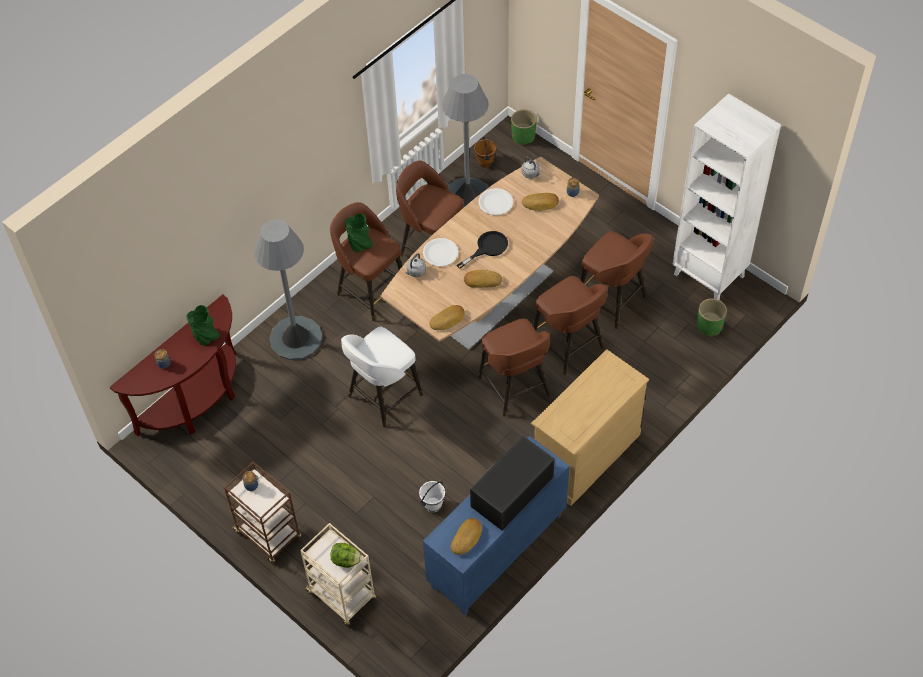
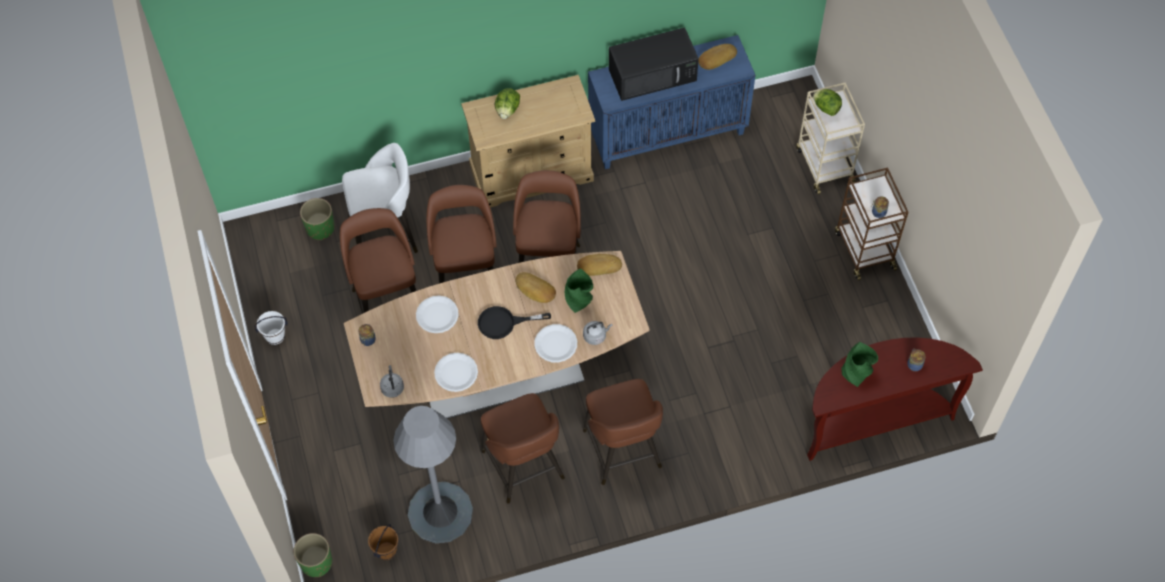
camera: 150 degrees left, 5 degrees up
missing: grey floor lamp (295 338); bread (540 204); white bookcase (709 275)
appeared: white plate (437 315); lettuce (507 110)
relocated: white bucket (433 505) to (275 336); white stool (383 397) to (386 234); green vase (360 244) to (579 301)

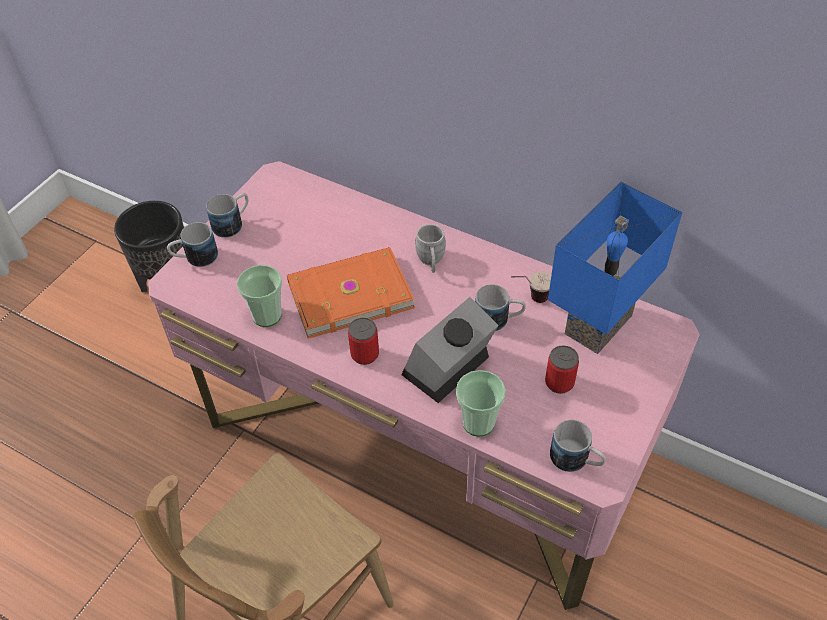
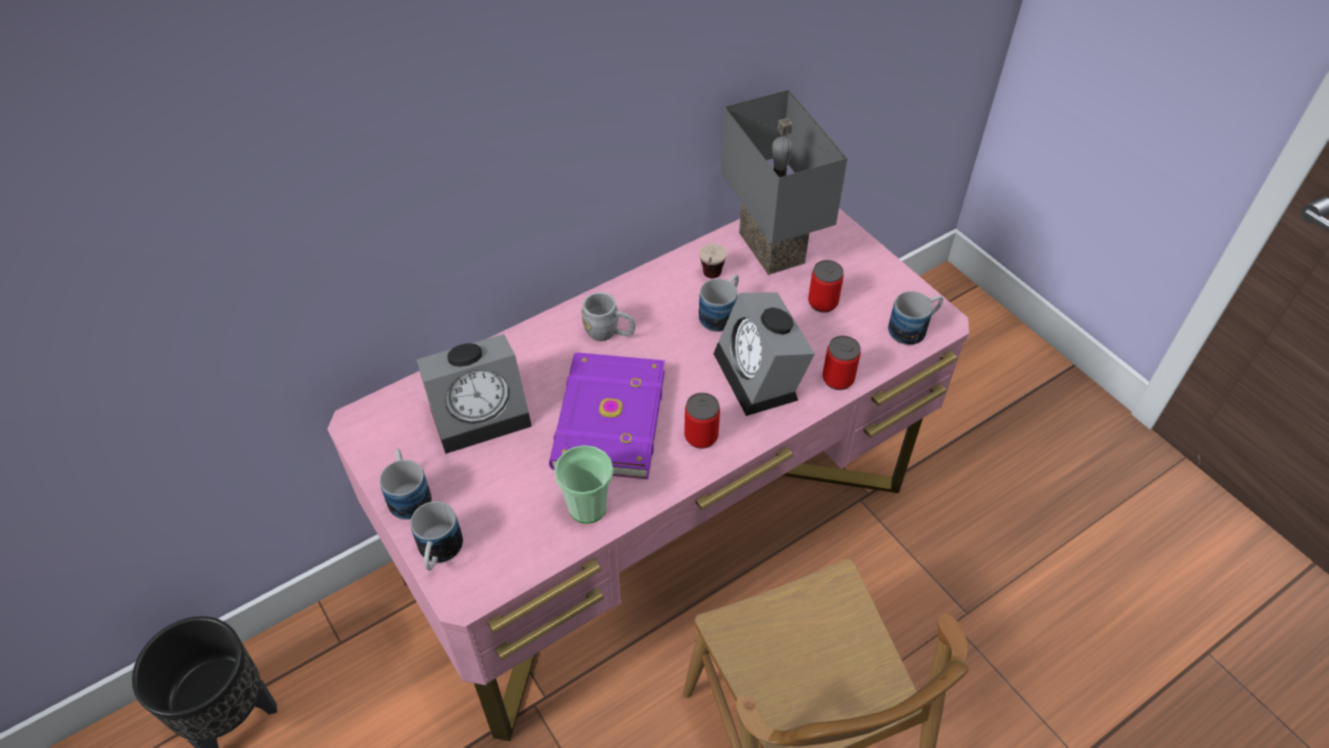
camera: 65 degrees left, 0 degrees up
appeared: alarm clock (482 413)
exchanged: cup (478 423) to can (838 379)
colour: orange book (349 294) to purple book (606 419); blue table lamp (596 322) to grey table lamp (767 248)

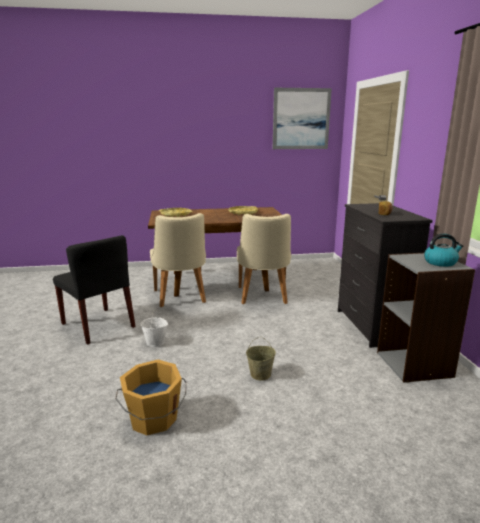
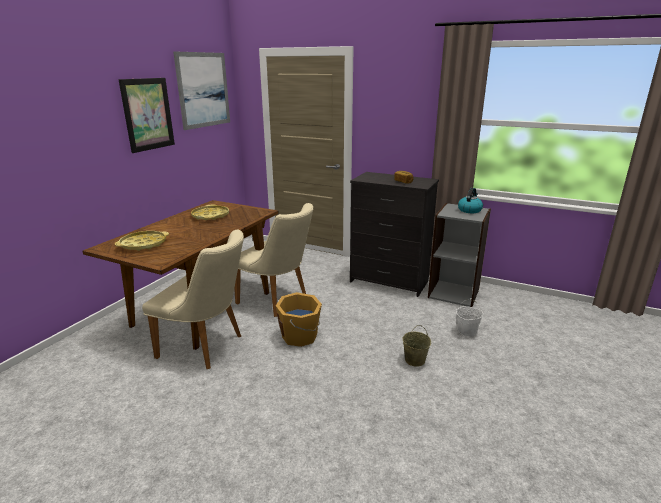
camera: 55 degrees left, 5 degrees up
missing: black chair (98 325)
appeared: picture (148 114)
relocated: orange bucket (153 419) to (300 336); white bucket (155 342) to (467 331)

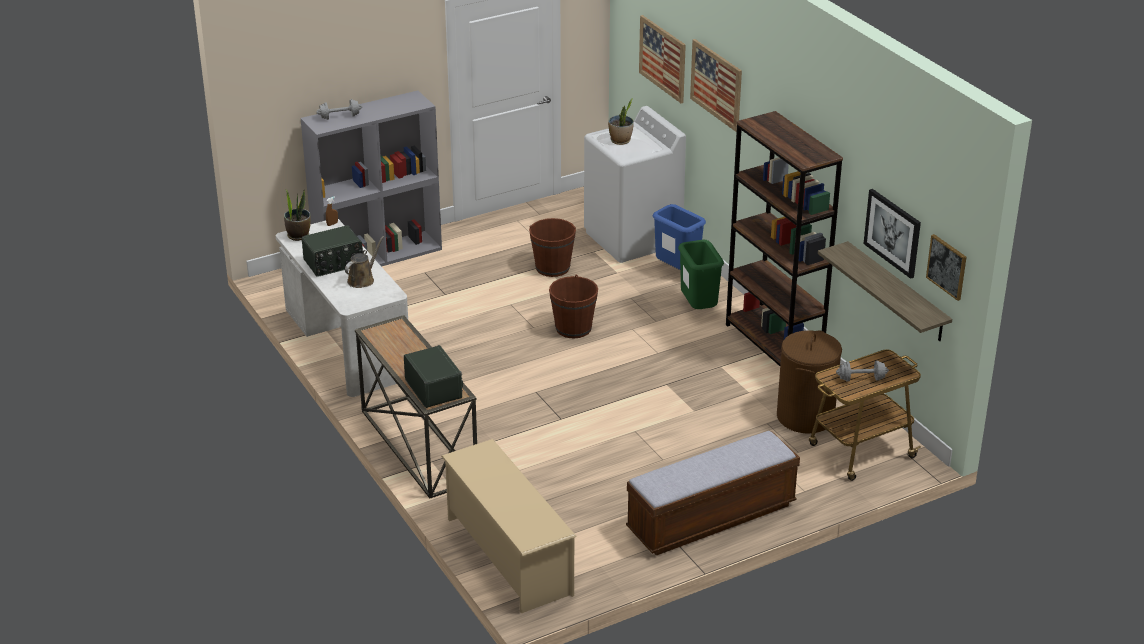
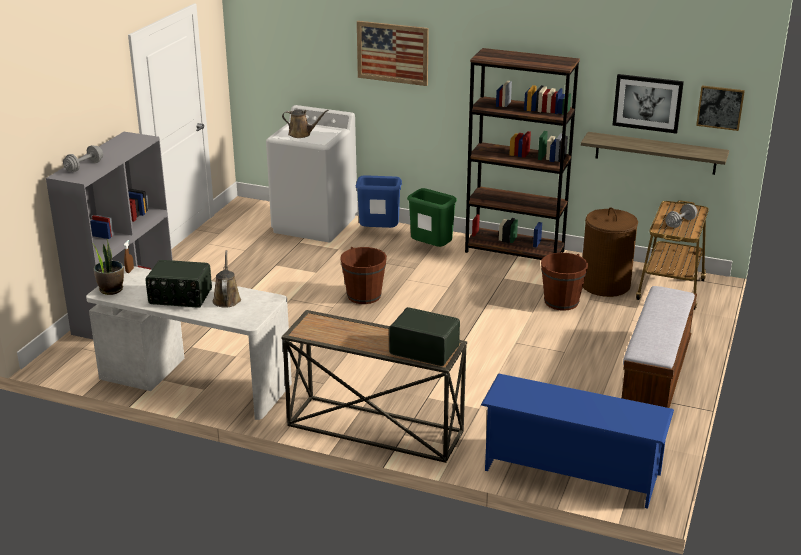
camera: 40 degrees left, 5 degrees down
missing: picture (662 58)
relocated: brown bucket (552 268) to (561 302)
exchanged: potted plant (620 140) to brown watering can (301 134)
colour: beige shoe rack (508 555) to blue shoe rack (570 472)
spun: radio (334 263) = (180 297) 75 degrees clockwise

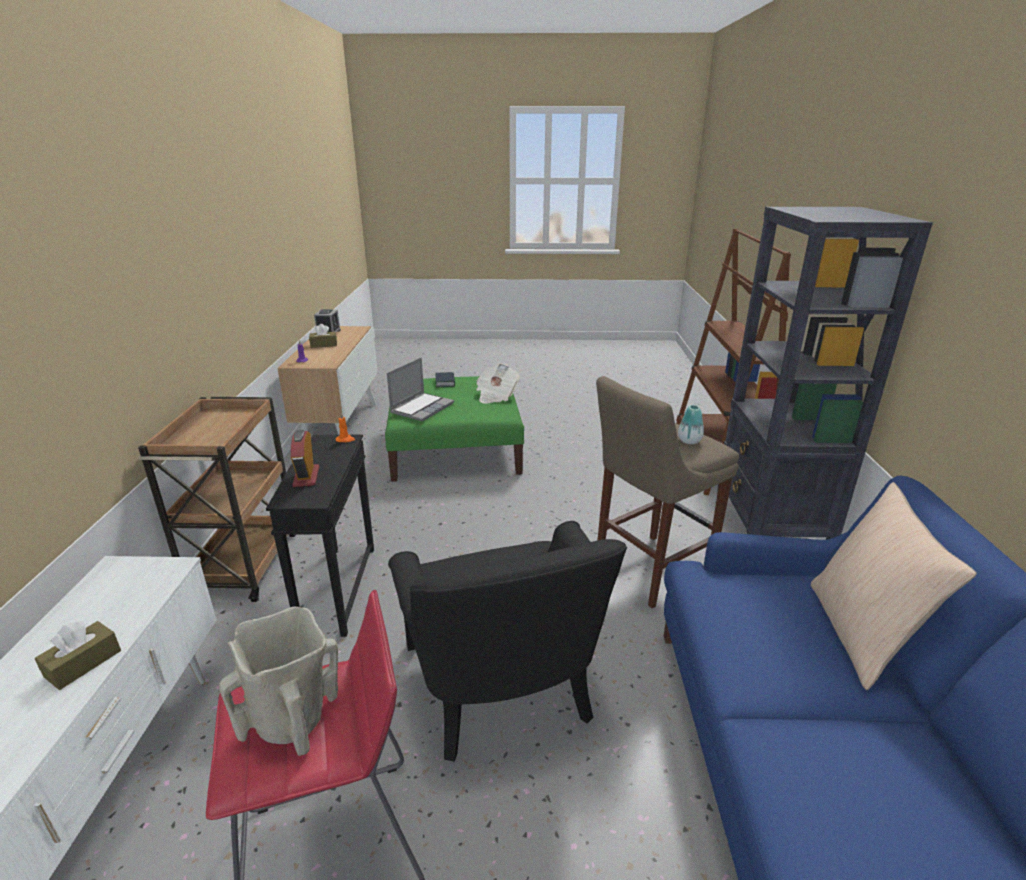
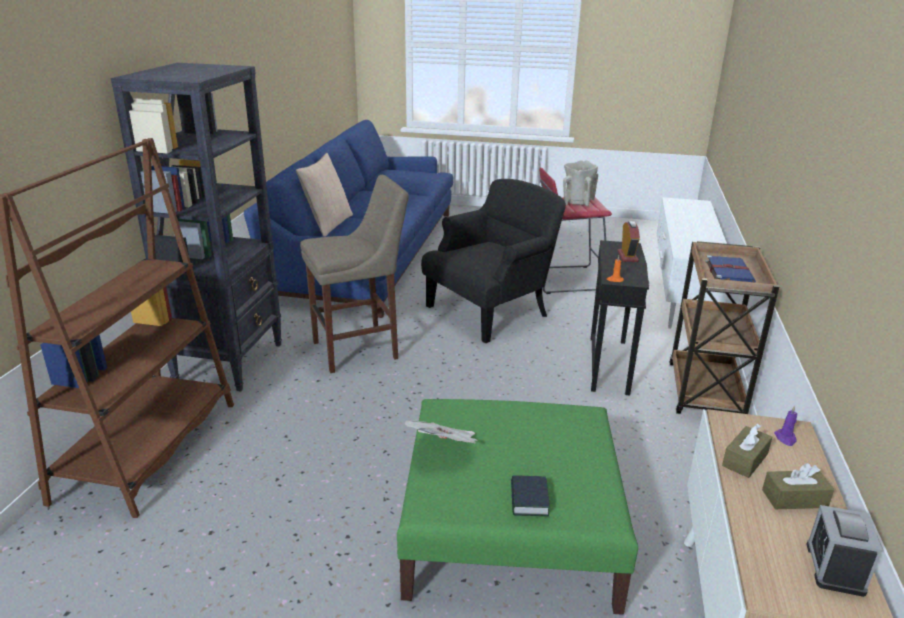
camera: 170 degrees left, 0 degrees up
missing: laptop (422 408); vase (689 441)
appeared: blue book (728 272)
relocated: brown tissue box (83 663) to (745 460)
spun: black armchair (501 683) = (491 311) 60 degrees clockwise

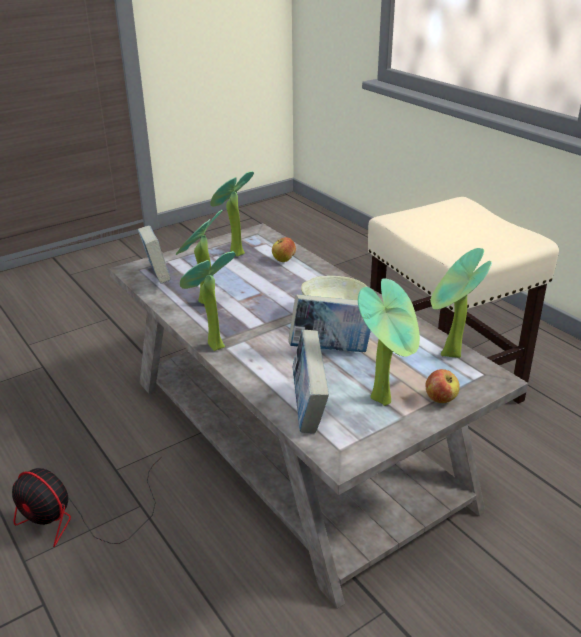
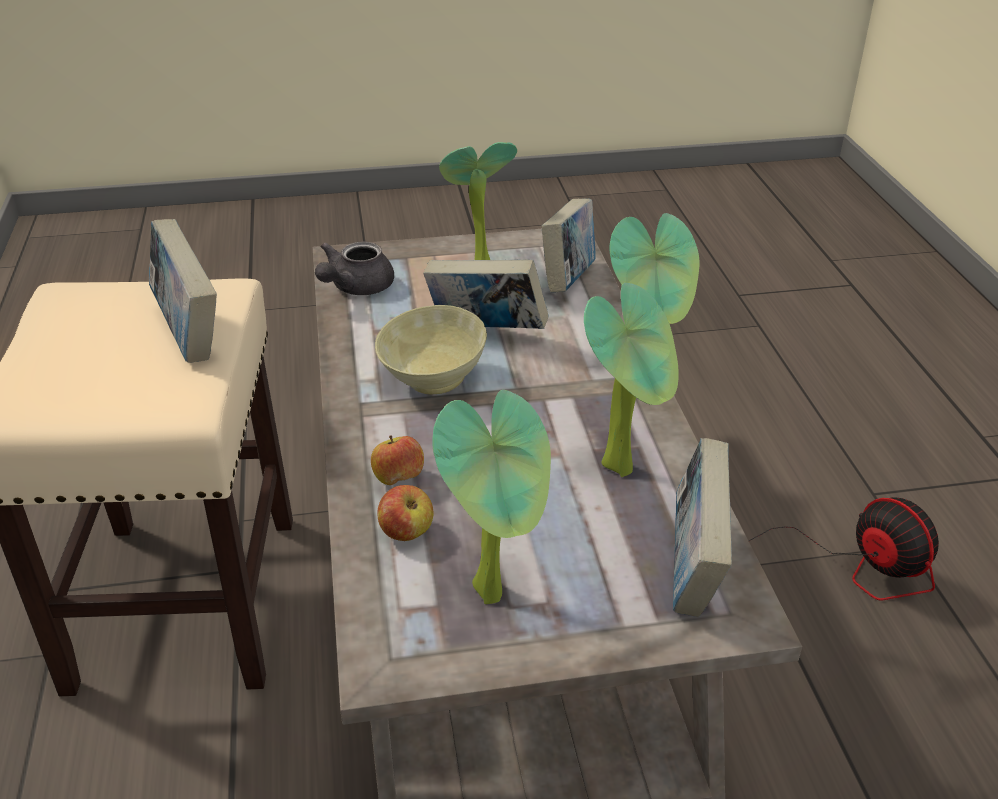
camera: 155 degrees left, 5 degrees up
appeared: book (189 334)
relocated: apple (440 399) to (398 479)
exchanged: potted plant (449 357) to grey teapot (355 288)

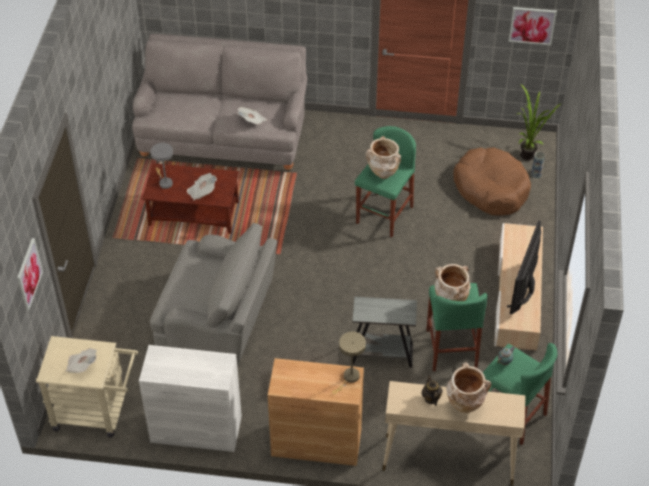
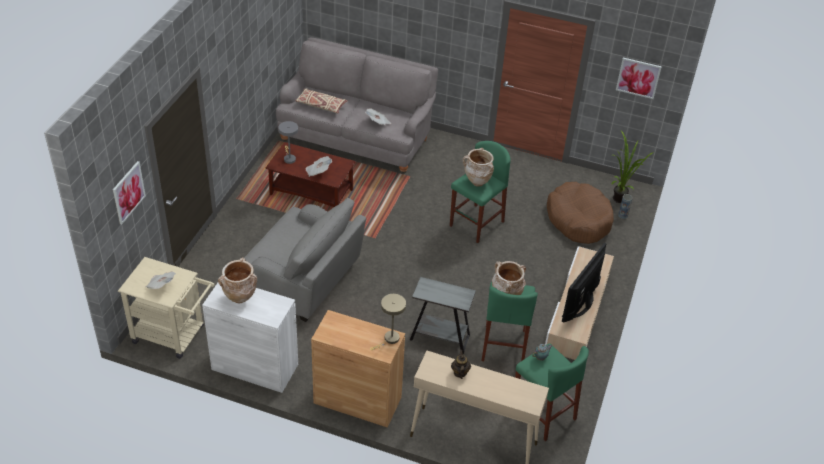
camera: 10 degrees right, 5 degrees down
appeared: beige pillow (321 105)
relocated: beige vase (464 405) to (240 298)

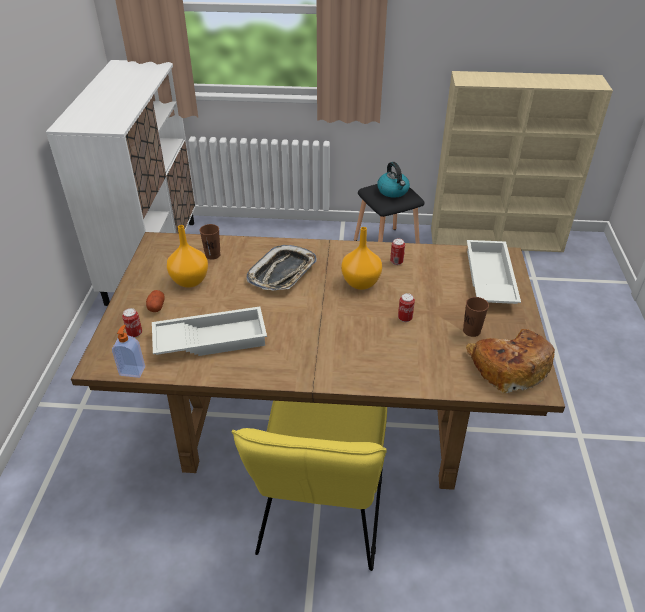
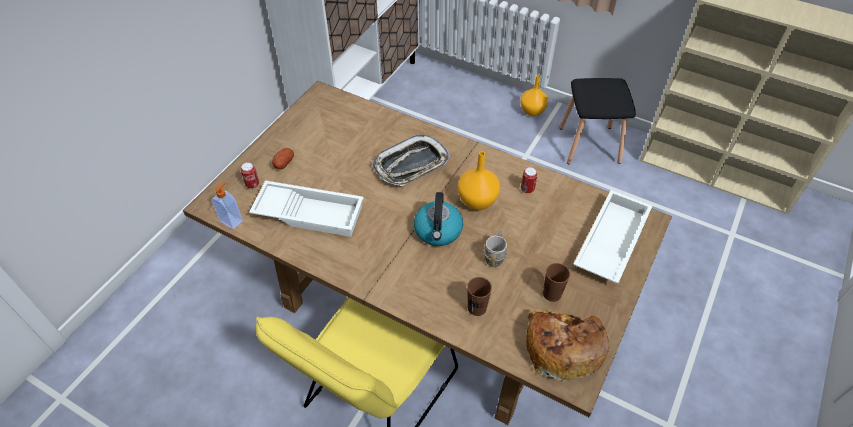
camera: 25 degrees right, 10 degrees up
relocated: kettle (393 191) to (438 231); brown cup (212 255) to (477 308); orange vase (190 280) to (532 111)
exchanged: can (405 318) to grey mug (495 255)

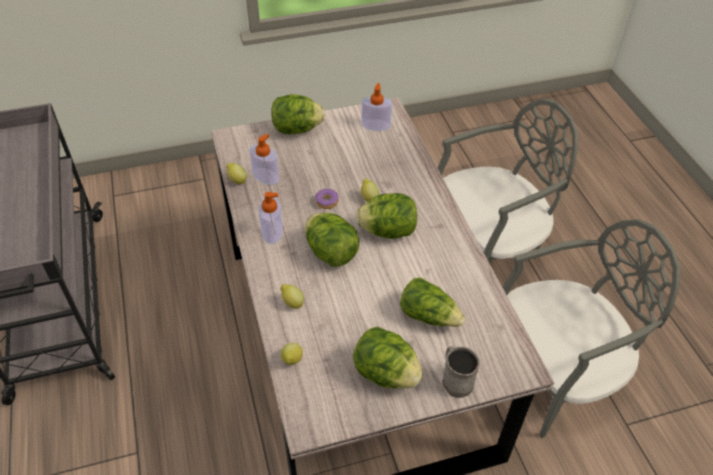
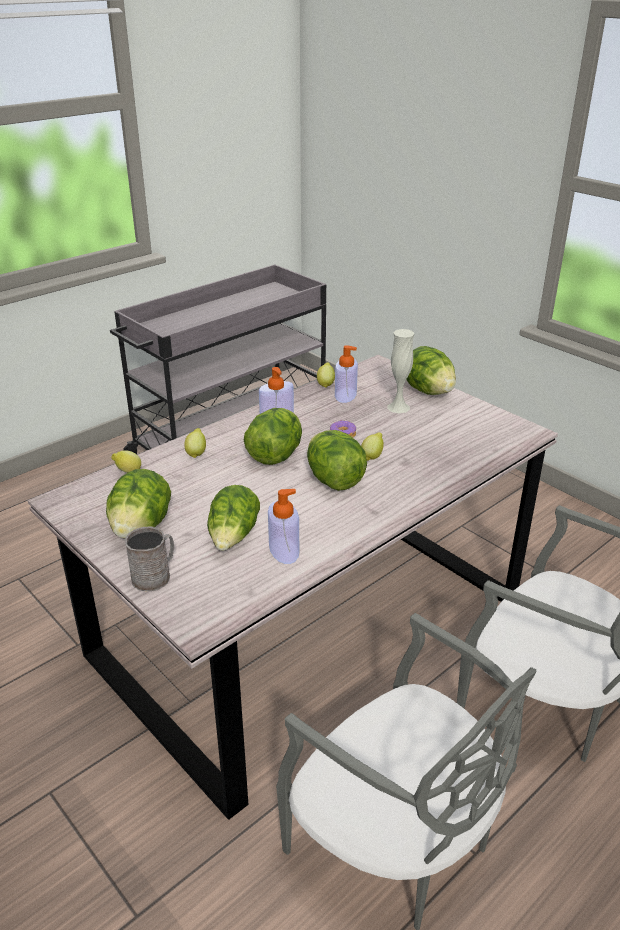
camera: 65 degrees right, 15 degrees down
appeared: white vase (398 407)
relocated: soap dispenser (376 125) to (284 550)

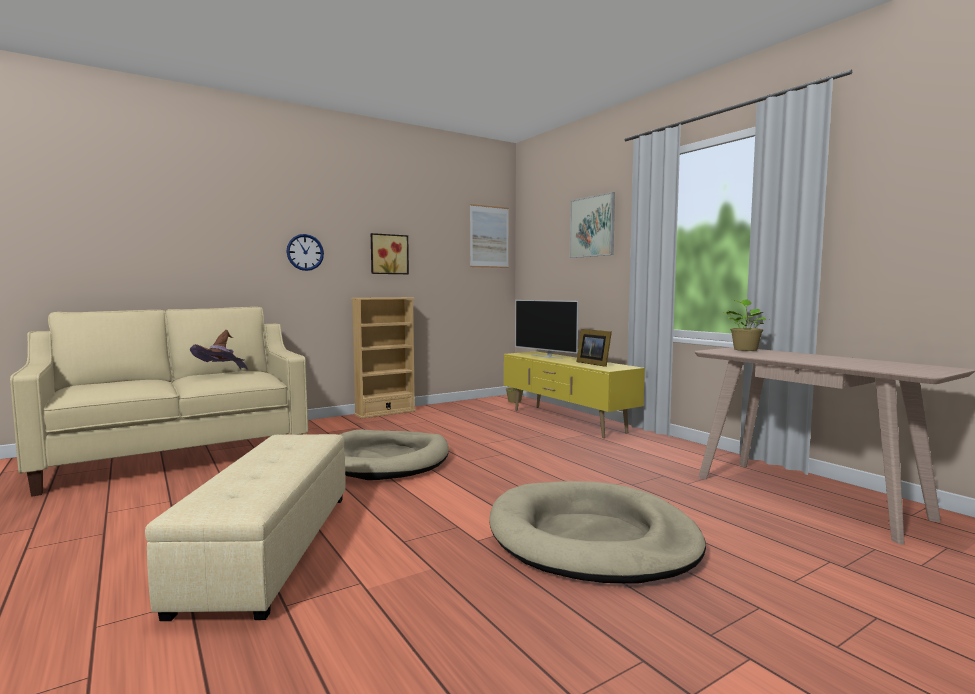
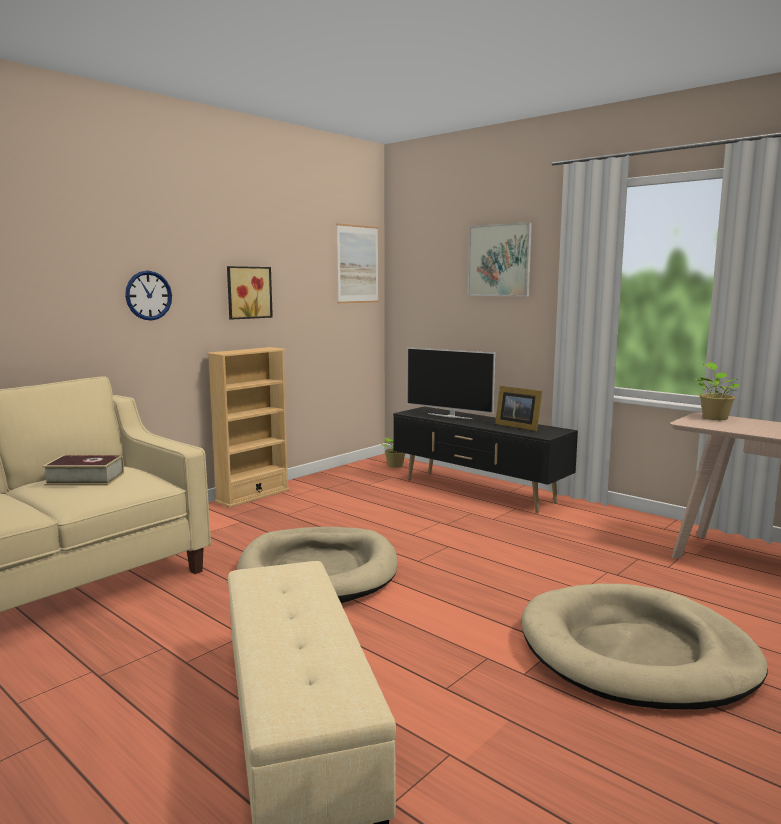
camera: 15 degrees left, 5 degrees up
exchanged: brown hat (221 374) to book (85 479)
colour: yellow tv stand (566 421) to black tv stand (478 491)

